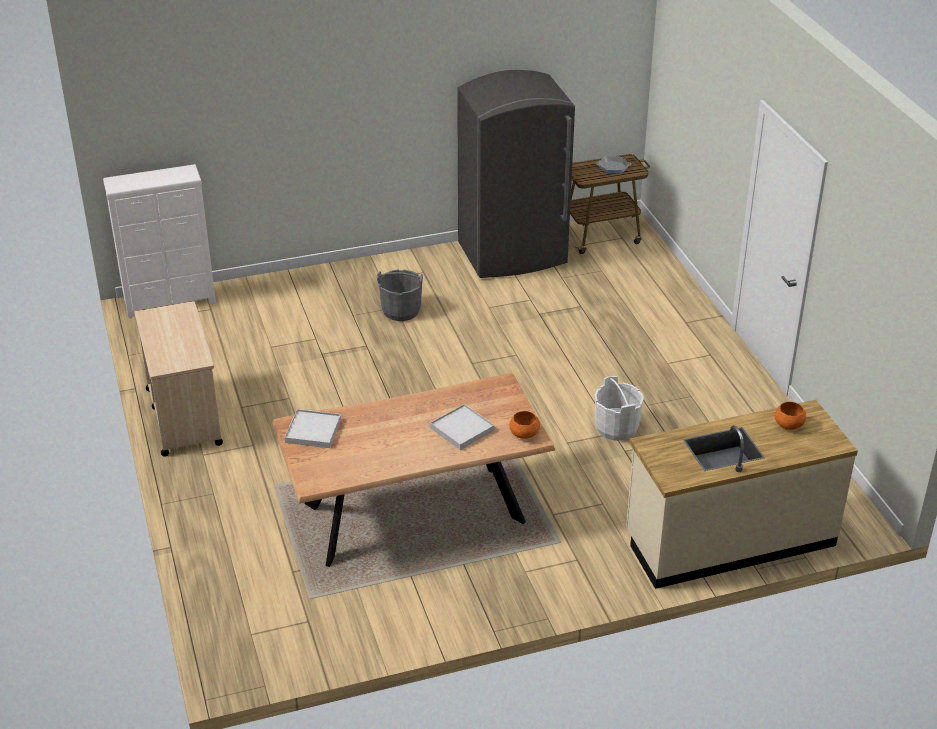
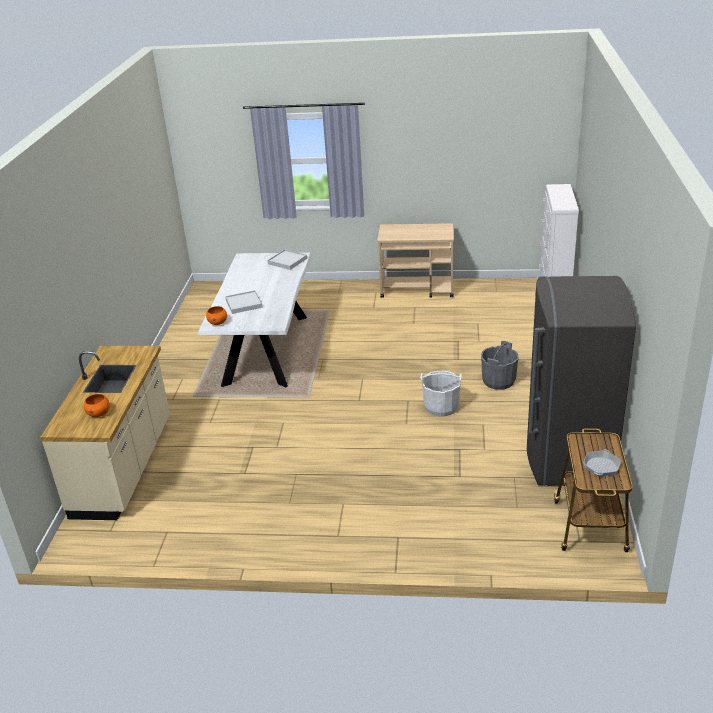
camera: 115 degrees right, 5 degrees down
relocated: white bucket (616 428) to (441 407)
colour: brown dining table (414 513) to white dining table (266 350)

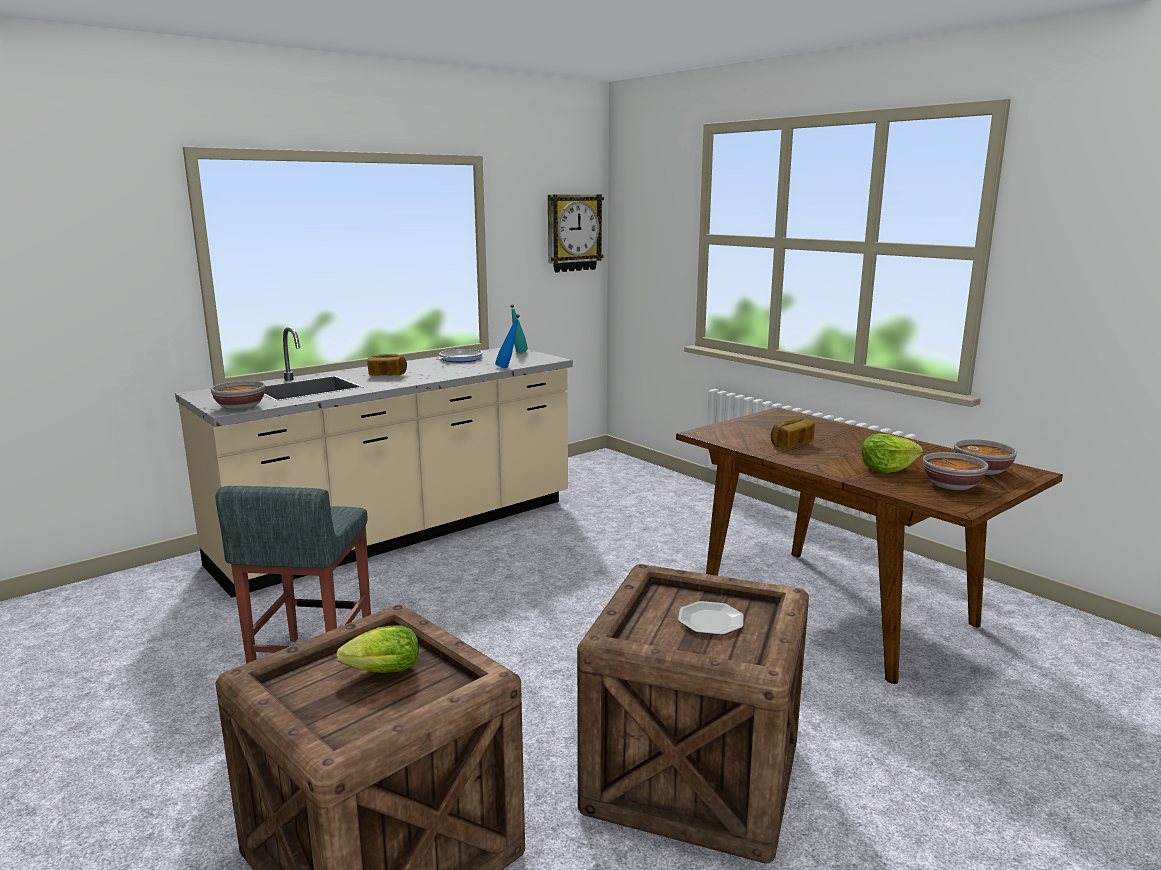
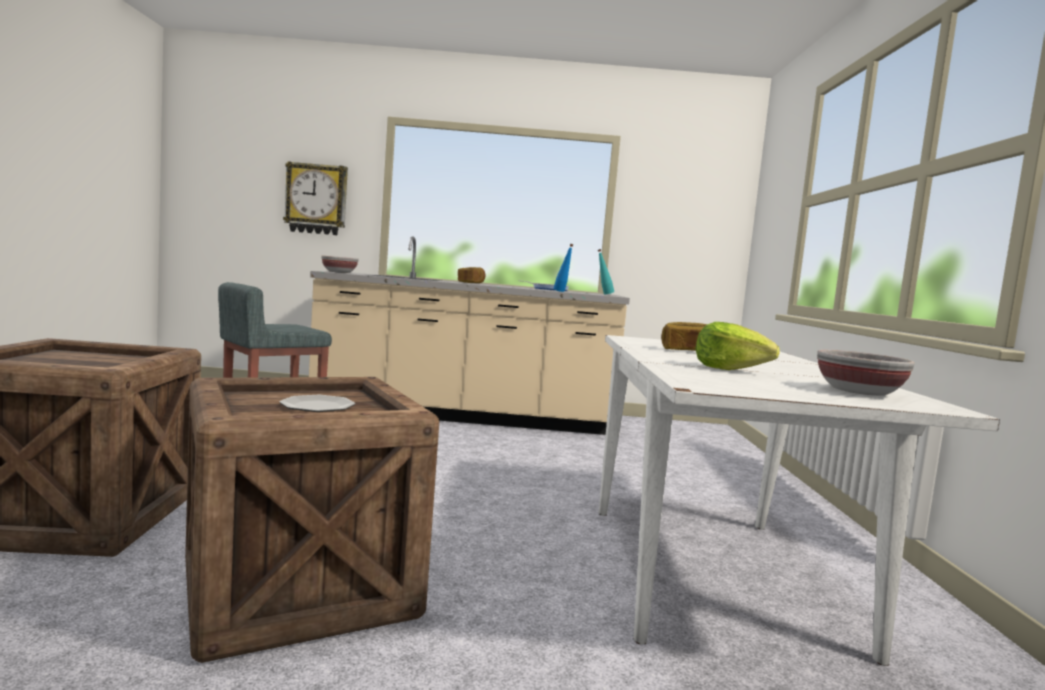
camera: 40 degrees right, 10 degrees down
missing: lettuce (379 672); bowl (952 485)
relocated: wall clock (573 233) to (316 199)
colour: brown dining table (839 610) to white dining table (713 573)

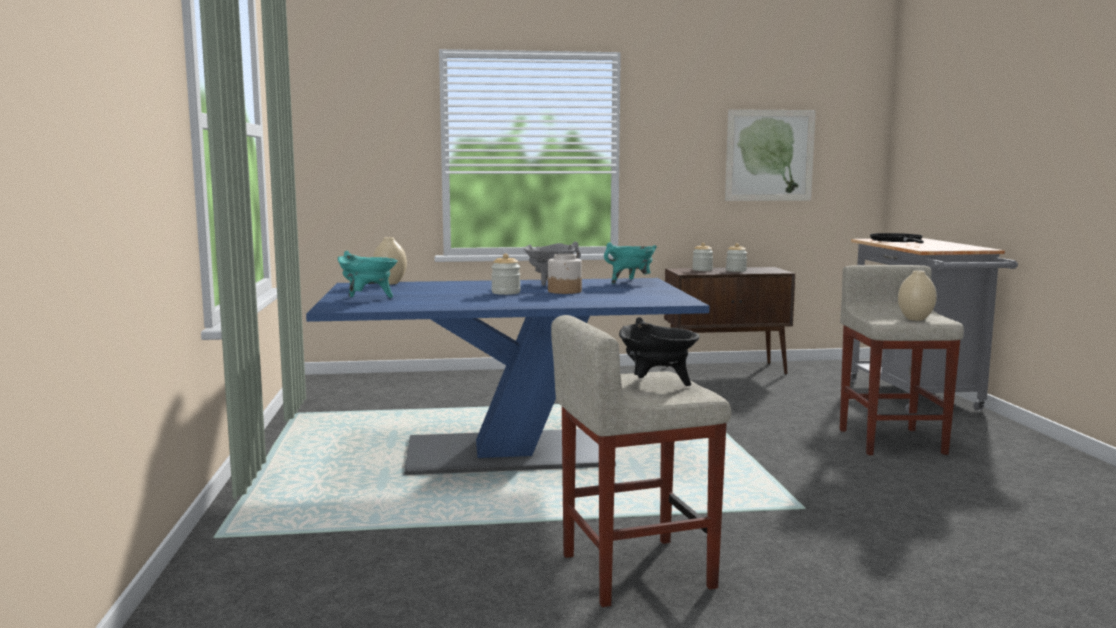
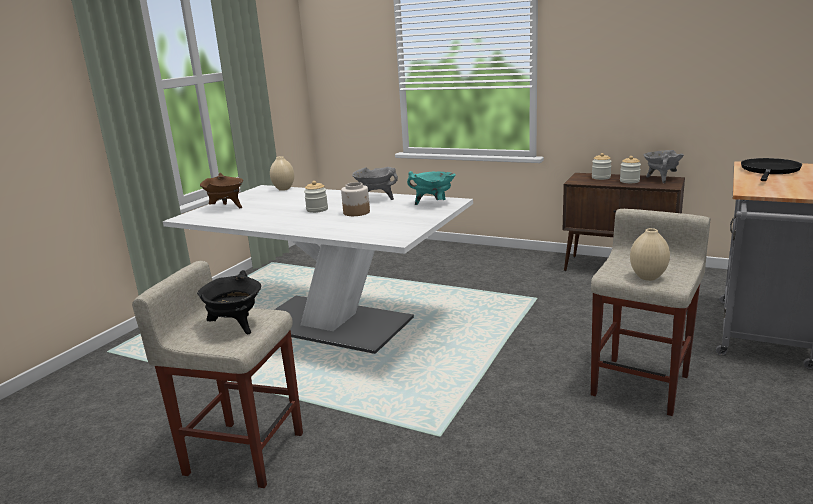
camera: 35 degrees right, 10 degrees up
missing: picture (769 155)
appeared: grey cooking pot (661 179)
colour: blue dining table (508 453) to white dining table (331 324); turquoise cooking pot (367 299) to brown cooking pot (226 208)

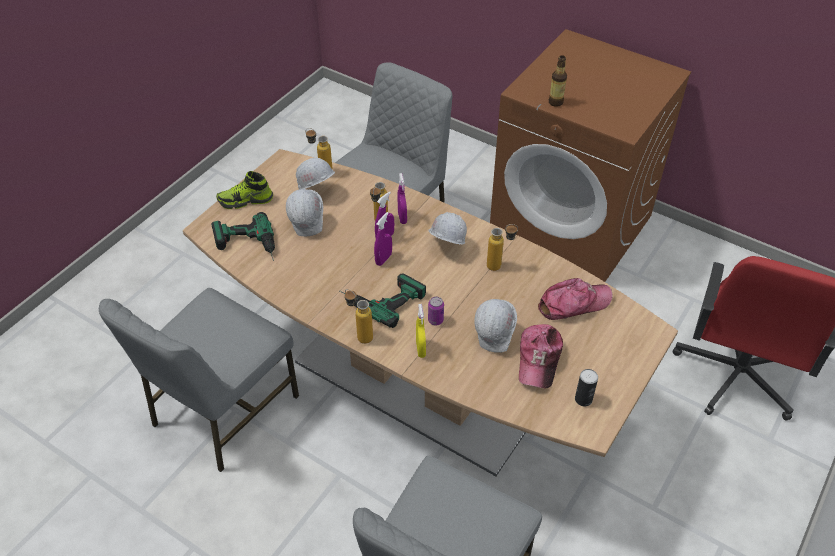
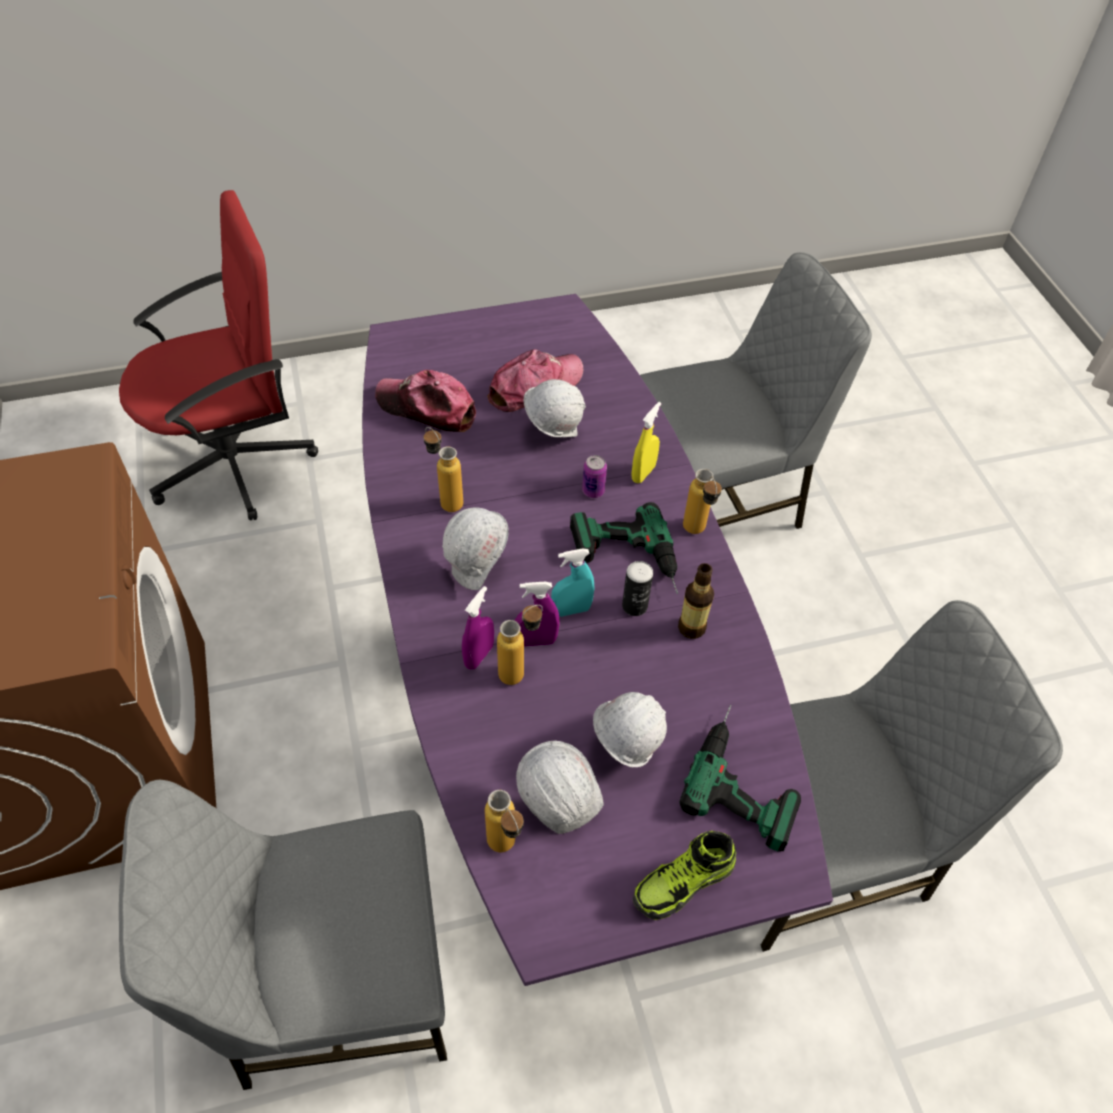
camera: 140 degrees left, 5 degrees up
relocated: can (583 399) to (634 606); bottle (555 102) to (691 628)
colour: brown dining table (416 382) to purple dining table (551 699); purple spray bottle (383 259) to turquoise spray bottle (571 610)
spun: shoe (245 201) = (683 883) 120 degrees clockwise

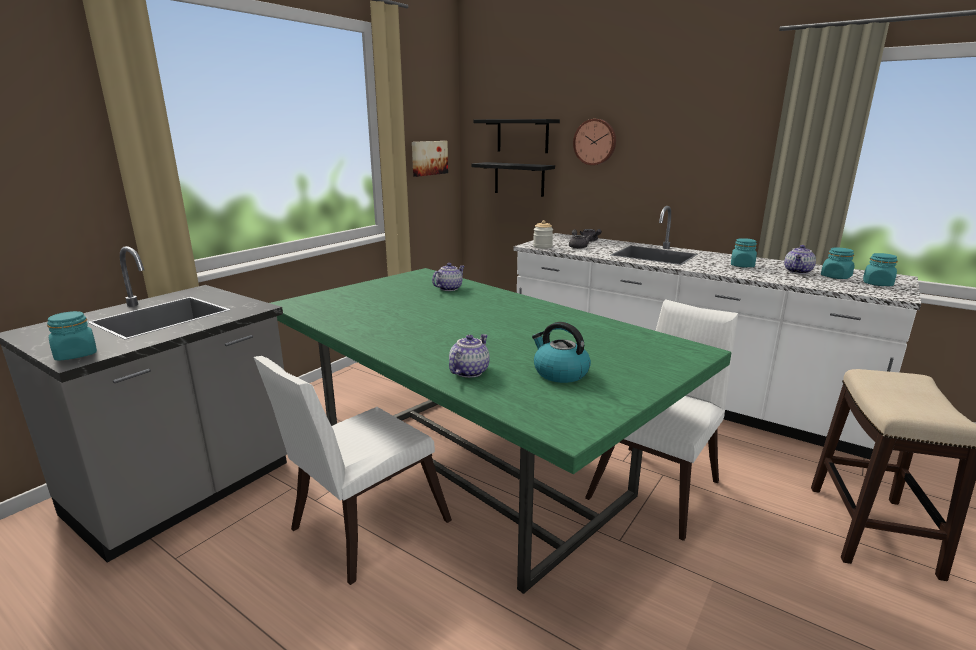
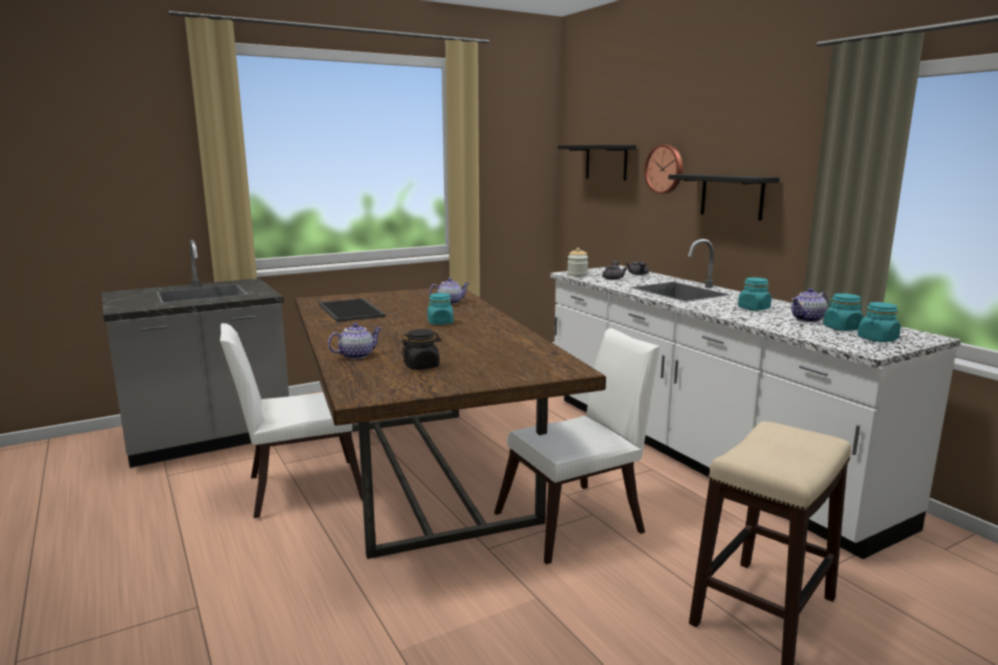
camera: 25 degrees right, 5 degrees down
missing: picture (428 158)
appeared: tray (352 310)
relocated: turquoise jar (76 354) to (440 323); black shelf (519 179) to (732 196)
exchanged: kettle (559 373) to black jar (421 366)
colour: green dining table (471 469) to brown dining table (421 470)

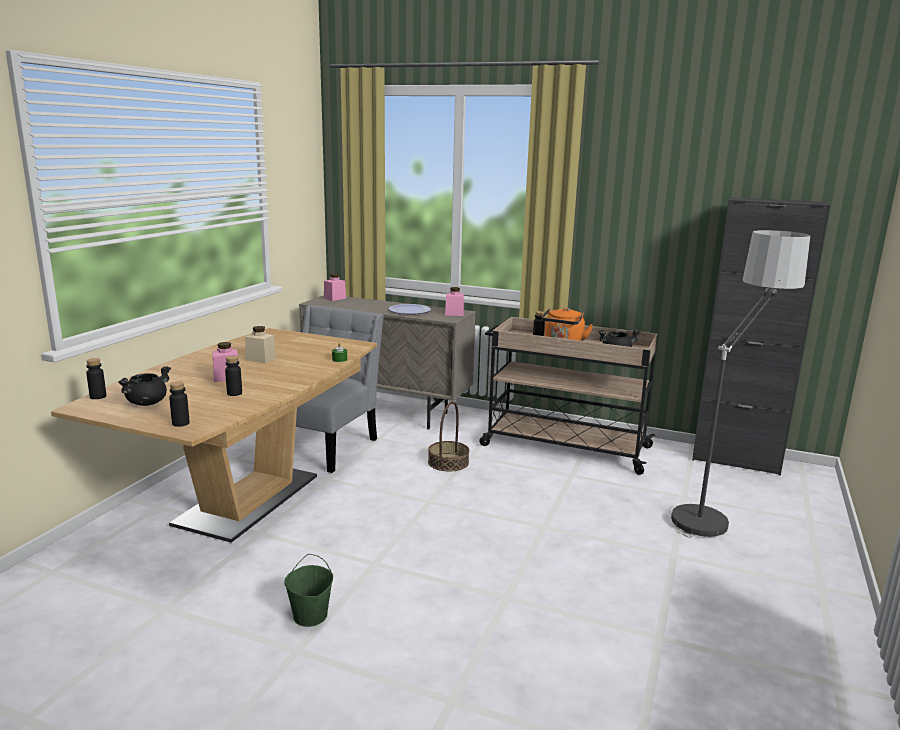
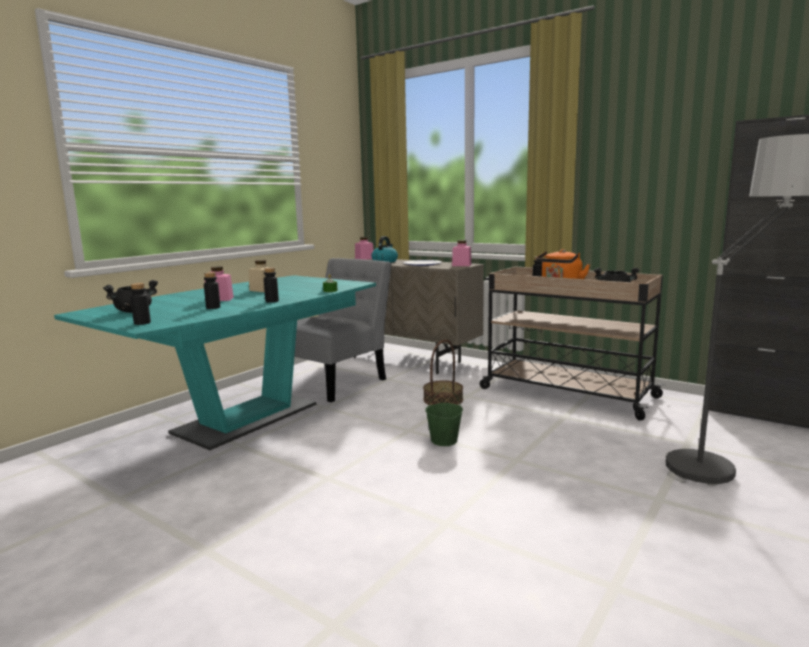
camera: 15 degrees right, 5 degrees down
appeared: kettle (385 261)
relocated: black bottle (98 396) to (272 301); green bucket (310 616) to (444 440)
colour: brown dining table (248 500) to turquoise dining table (247 419)

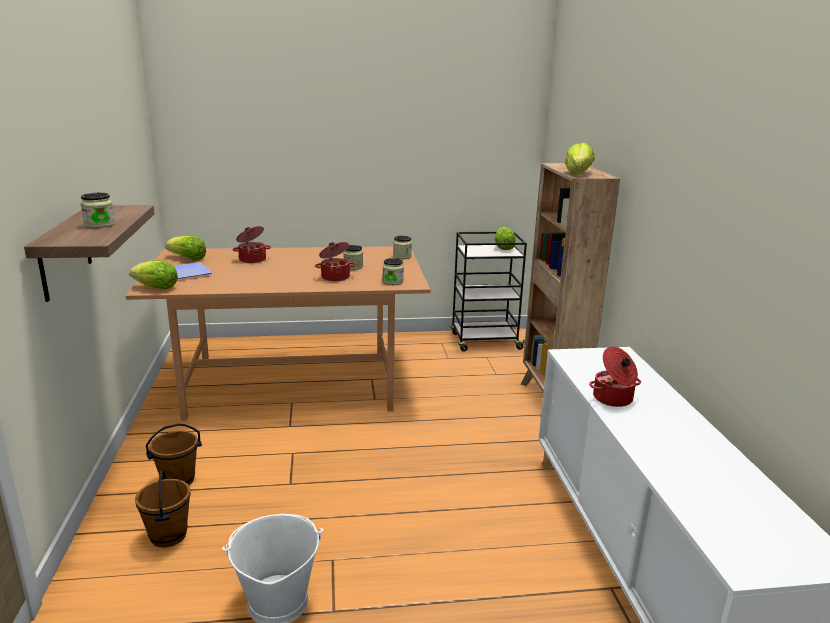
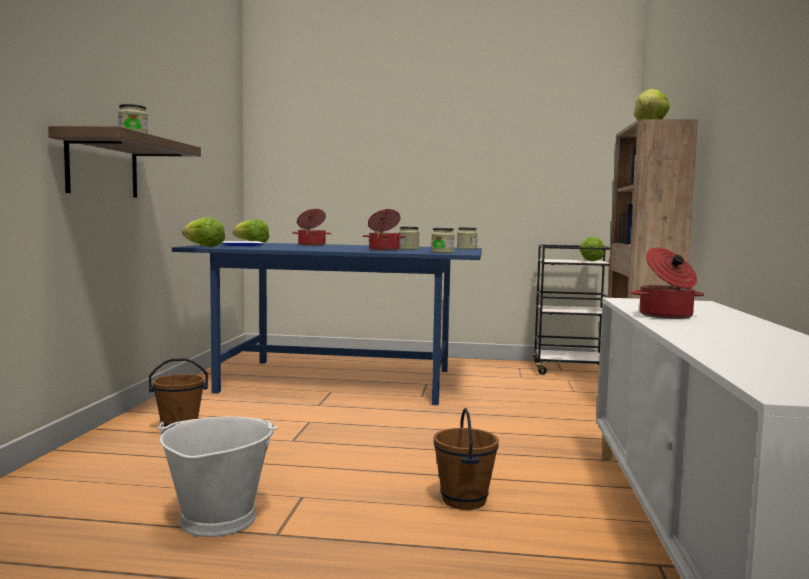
camera: 15 degrees right, 15 degrees down
relocated: brown bucket (169 536) to (465 500)
colour: brown dining table (293 383) to blue dining table (341 380)

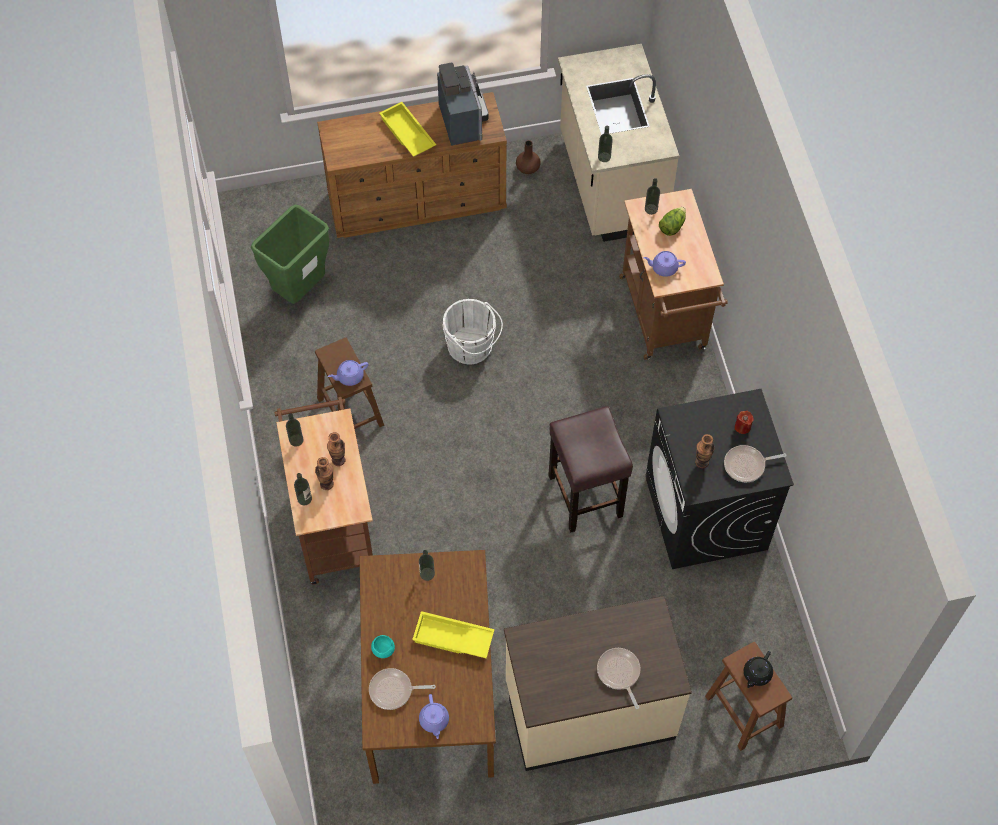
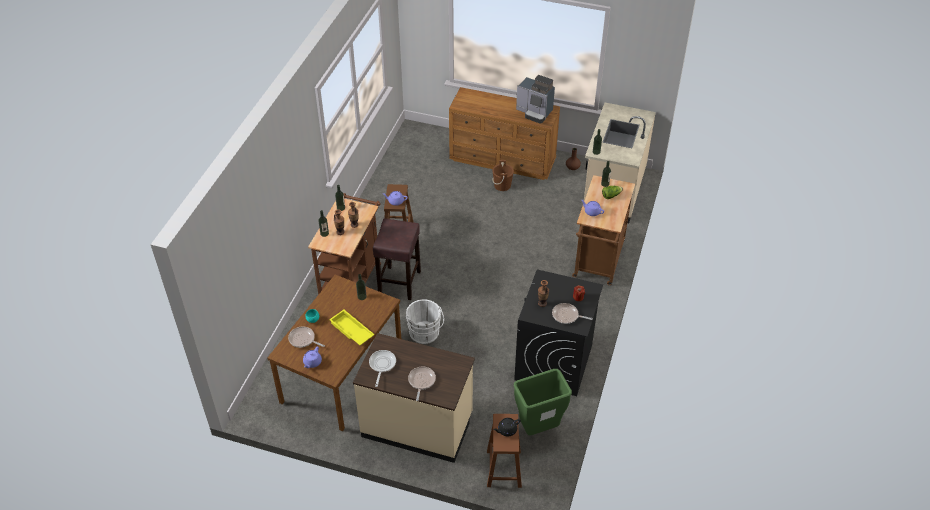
camera: 30 degrees right, 15 degrees down
missing: yellow tray (406 134)
appeared: frying pan (382 365); brown bucket (502 185)
relocated: brown stool (586 497) to (399 283); white bucket (472 348) to (424 334); green trash can (300 289) to (539 428)
spun: coffee machine (463 120) = (534 112) 105 degrees clockwise

